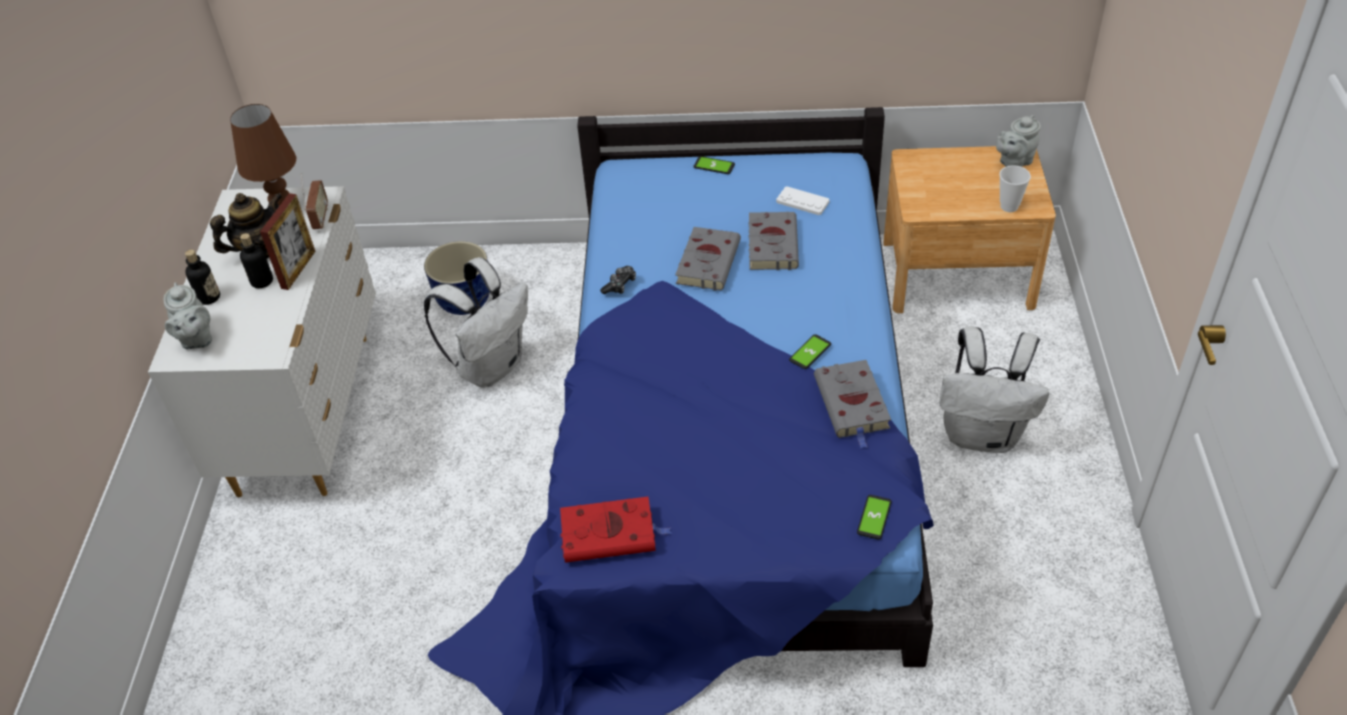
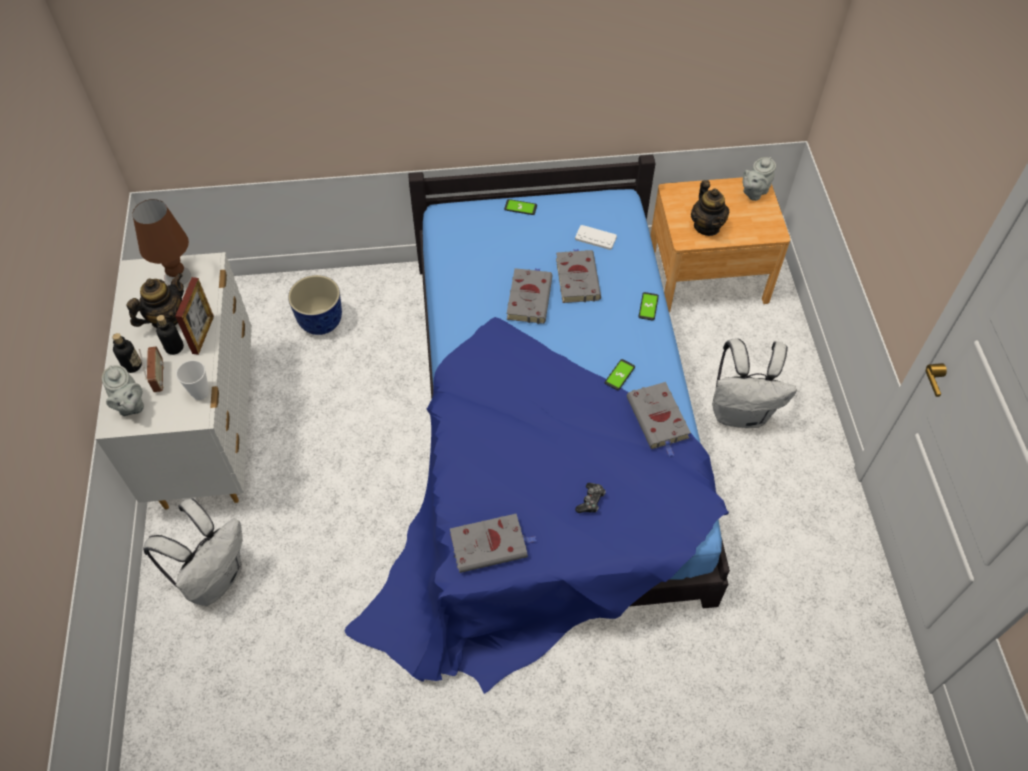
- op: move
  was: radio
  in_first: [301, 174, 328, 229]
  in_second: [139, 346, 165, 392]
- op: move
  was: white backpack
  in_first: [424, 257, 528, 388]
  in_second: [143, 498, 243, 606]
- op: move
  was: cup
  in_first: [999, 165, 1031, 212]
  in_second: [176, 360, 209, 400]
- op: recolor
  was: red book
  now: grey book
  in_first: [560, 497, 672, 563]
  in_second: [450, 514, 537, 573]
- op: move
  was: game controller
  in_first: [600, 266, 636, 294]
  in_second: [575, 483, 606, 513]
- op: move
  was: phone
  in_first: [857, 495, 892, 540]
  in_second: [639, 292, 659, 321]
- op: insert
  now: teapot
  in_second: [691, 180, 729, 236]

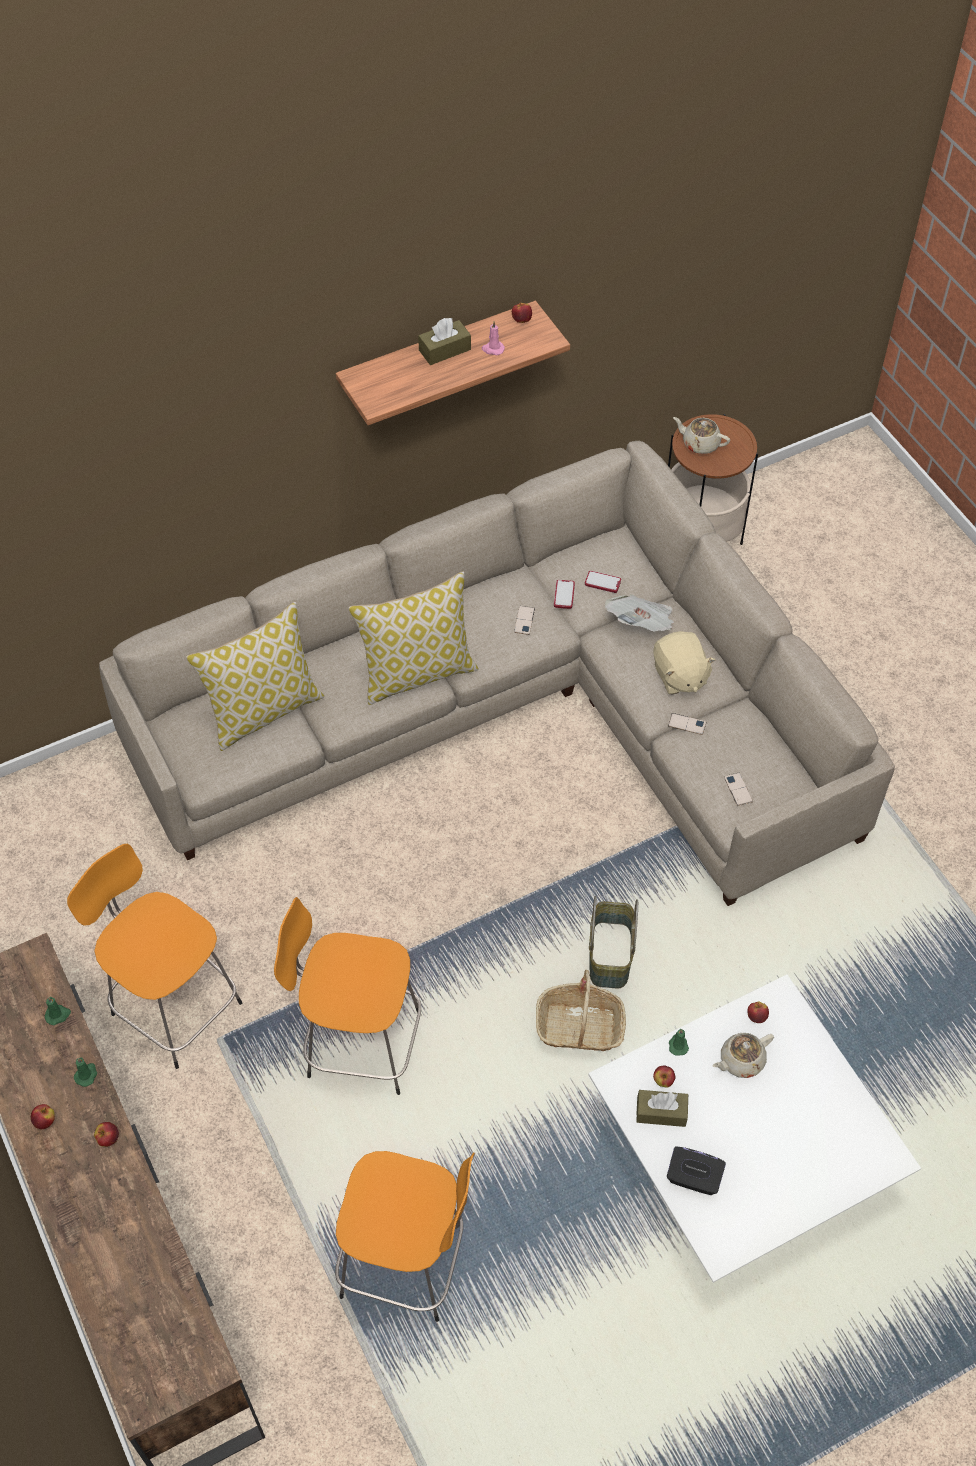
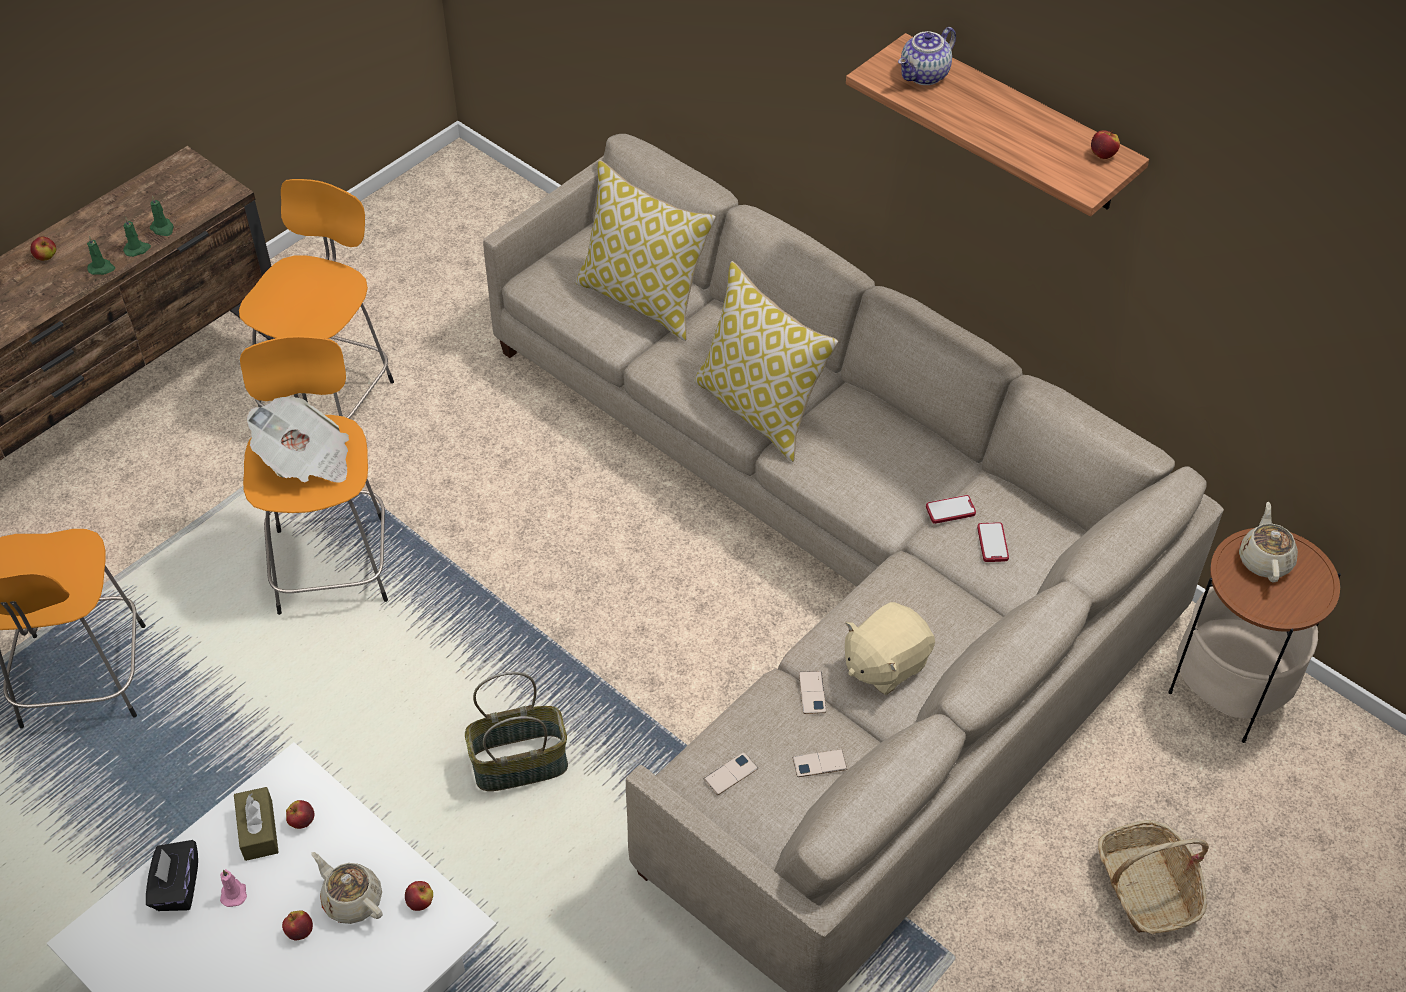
- op: move
  was: green candle
  in_first: [669, 1029, 689, 1056]
  in_second: [123, 218, 151, 257]
- op: move
  was: pink candle
  in_first: [481, 322, 505, 355]
  in_second: [220, 869, 247, 907]
- op: move
  was: newspaper
  in_first: [605, 594, 674, 632]
  in_second: [247, 397, 349, 483]
- op: move
  was: apple
  in_first: [94, 1122, 119, 1147]
  in_second: [282, 910, 313, 940]
- op: move
  was: phone
  in_first: [514, 606, 535, 635]
  in_second: [793, 749, 847, 777]
- op: insert
  now: teapot
  in_second: [898, 27, 956, 85]
- op: move
  was: basket
  in_first: [536, 970, 626, 1051]
  in_second: [1098, 820, 1209, 935]
- op: delete
  was: brown tissue box
  in_first: [418, 318, 471, 365]

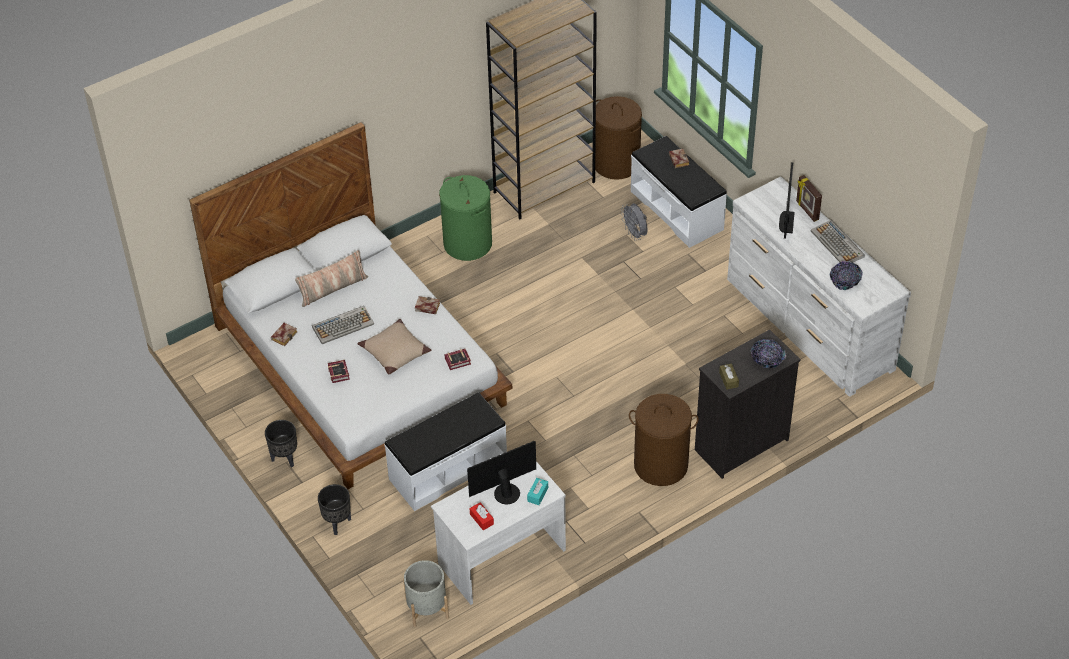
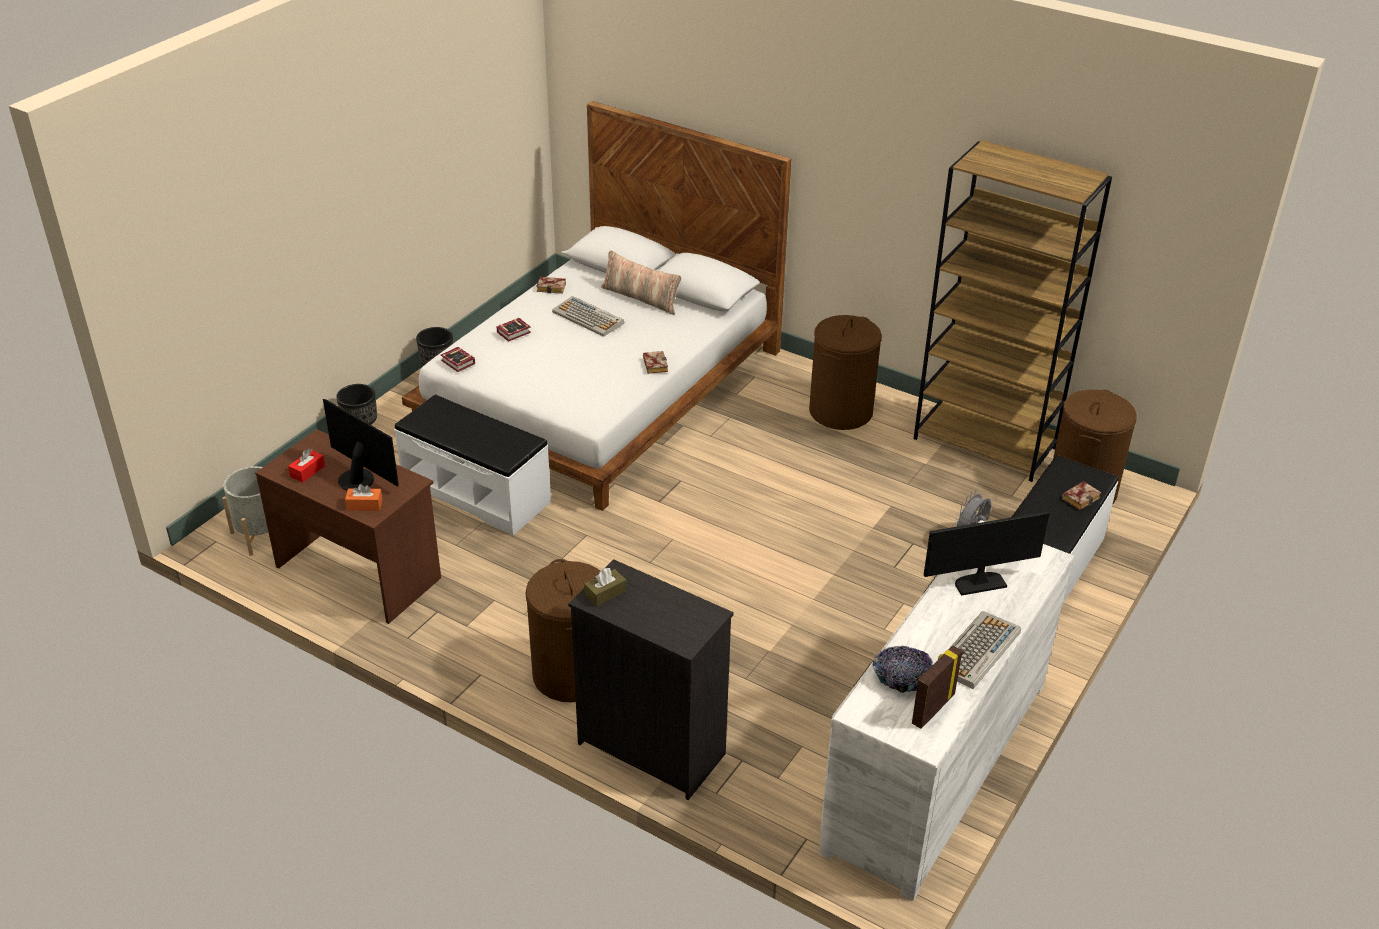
- op: recolor
  was: white desk
  now: brown desk
  in_first: [431, 461, 566, 605]
  in_second: [255, 429, 441, 624]
- op: recolor
  was: turquoise tissue box
  now: orange tissue box
  in_first: [527, 478, 548, 505]
  in_second: [345, 484, 383, 511]
- op: move
  was: book
  in_first: [444, 349, 471, 370]
  in_second: [441, 347, 475, 372]
- op: recolor
  was: green laundry basket
  now: brown laundry basket
  in_first: [439, 175, 492, 261]
  in_second: [809, 315, 882, 430]
- op: move
  was: picture frame
  in_first: [796, 175, 822, 222]
  in_second: [912, 646, 962, 729]
- op: delete
  was: beige pillow
  in_first: [357, 319, 431, 374]
- op: delete
  was: bowl
  in_first: [751, 339, 786, 369]

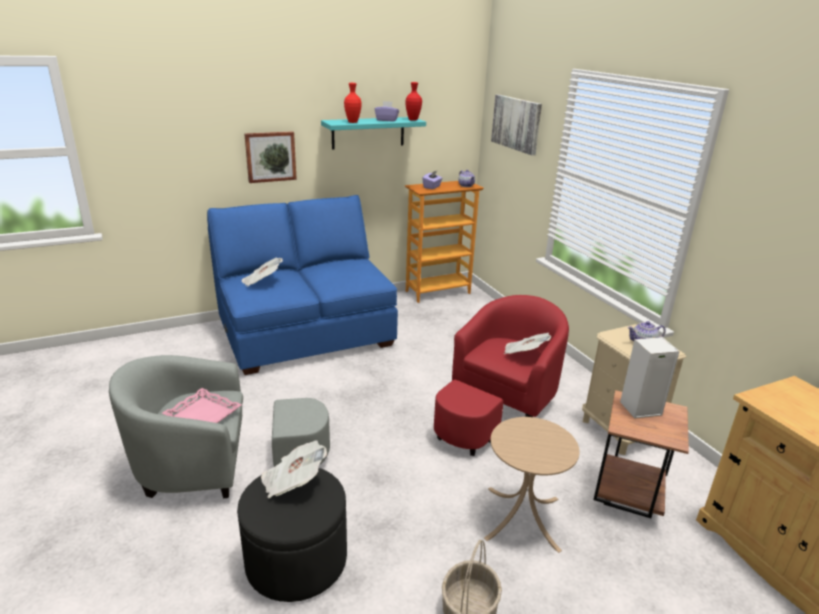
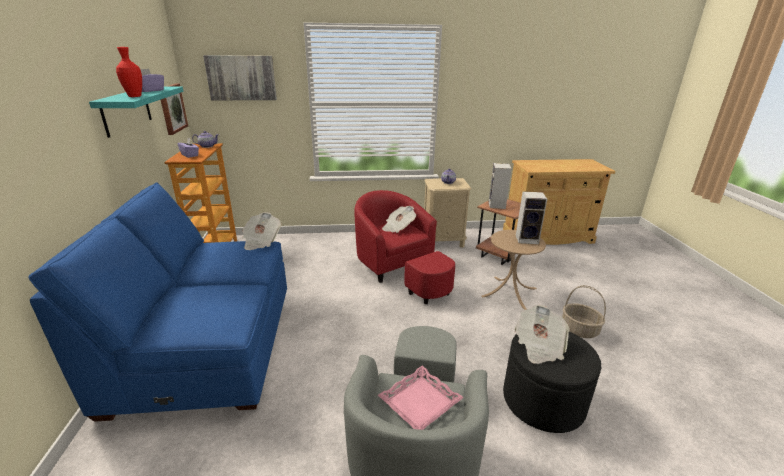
- op: move
  was: picture
  in_first: [244, 131, 297, 183]
  in_second: [161, 84, 188, 135]
- op: move
  was: newspaper
  in_first: [241, 258, 283, 287]
  in_second: [242, 212, 281, 250]
- op: insert
  now: speaker
  in_second: [516, 192, 547, 244]
- op: delete
  was: red vase
  in_first: [405, 82, 422, 121]

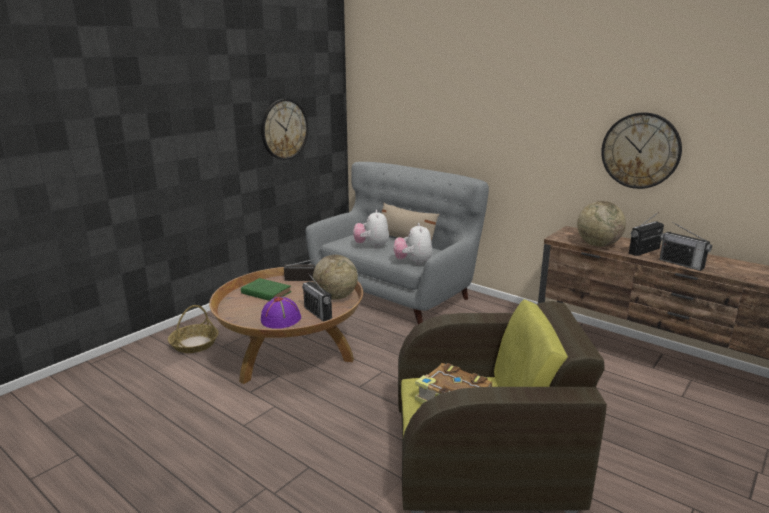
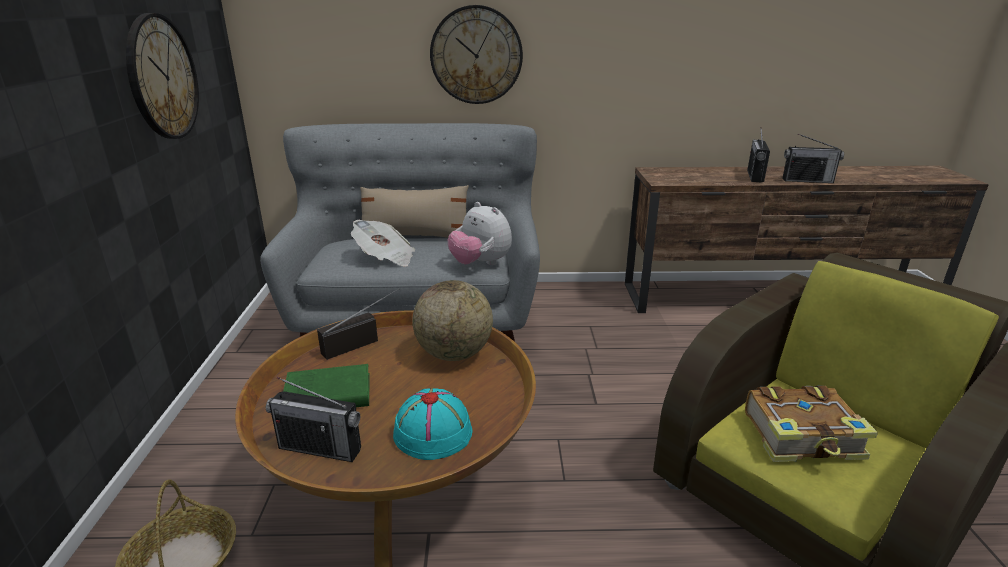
- op: move
  was: radio
  in_first: [302, 273, 332, 322]
  in_second: [266, 377, 361, 462]
- op: replace
  was: plush toy
  now: newspaper
  in_first: [353, 210, 389, 249]
  in_second: [351, 220, 415, 266]
- op: recolor
  was: purple hat
  now: turquoise hat
  in_first: [261, 297, 301, 329]
  in_second: [393, 388, 473, 460]
- op: move
  was: wall clock
  in_first: [601, 112, 682, 189]
  in_second: [430, 5, 523, 104]
- op: delete
  was: globe
  in_first: [577, 201, 626, 247]

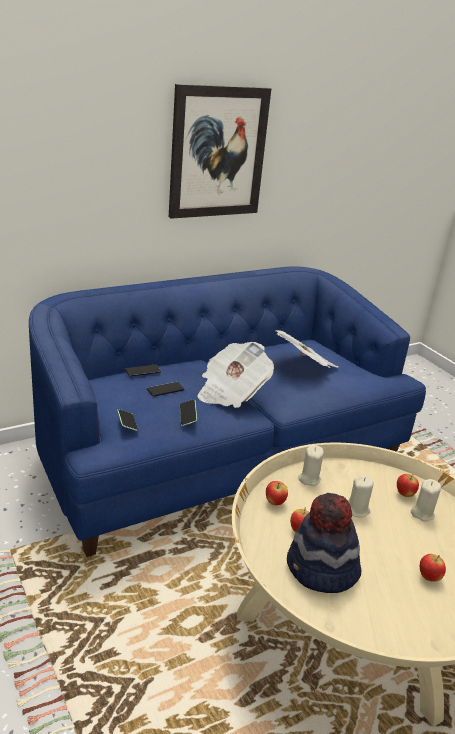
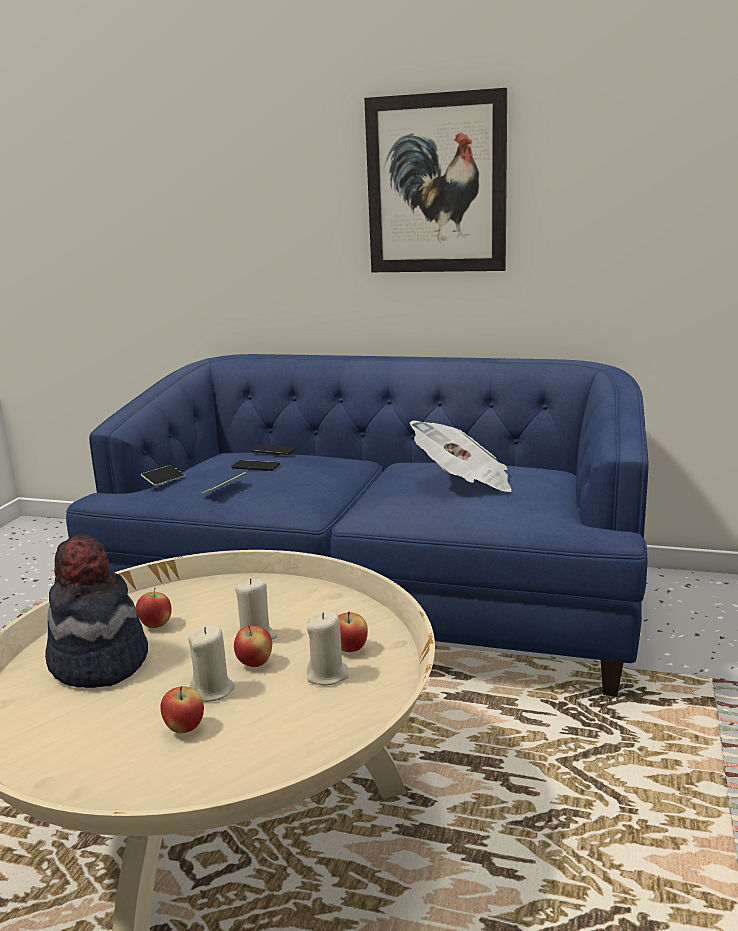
- op: move
  was: beige candle
  in_first: [299, 445, 324, 486]
  in_second: [188, 625, 235, 702]
- op: move
  was: apple
  in_first: [266, 481, 288, 505]
  in_second: [234, 625, 272, 667]
- op: delete
  was: newspaper
  in_first: [197, 342, 274, 408]

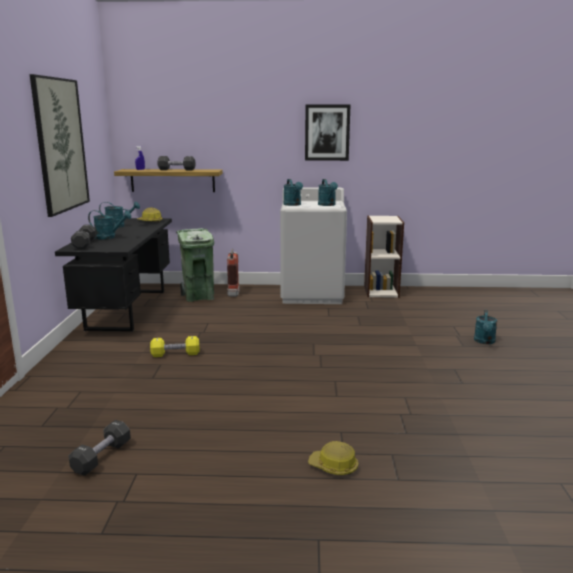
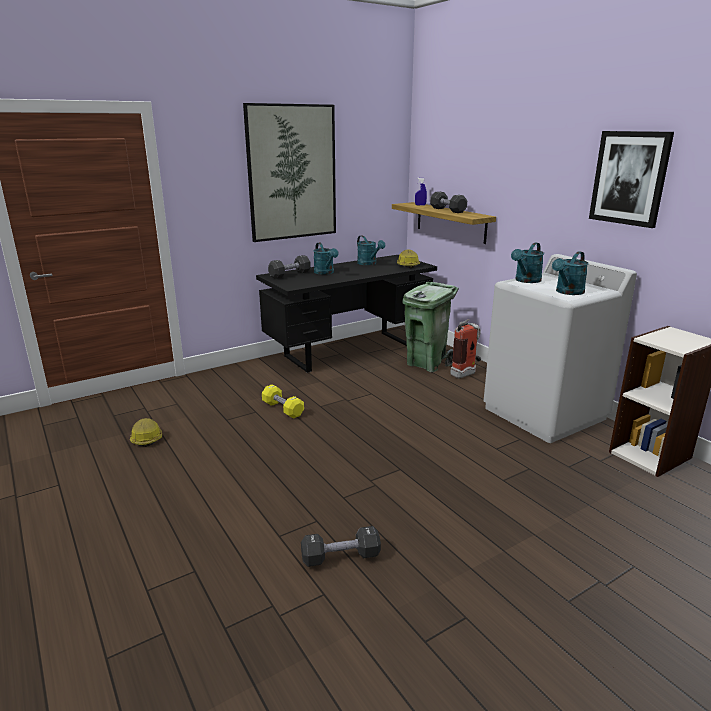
- op: move
  was: hard hat
  in_first: [308, 441, 358, 475]
  in_second: [130, 418, 162, 447]
- op: move
  was: black dumbbell
  in_first: [68, 420, 131, 476]
  in_second: [301, 526, 381, 567]
- op: delete
  was: turquoise watering can
  in_first: [474, 310, 497, 344]

